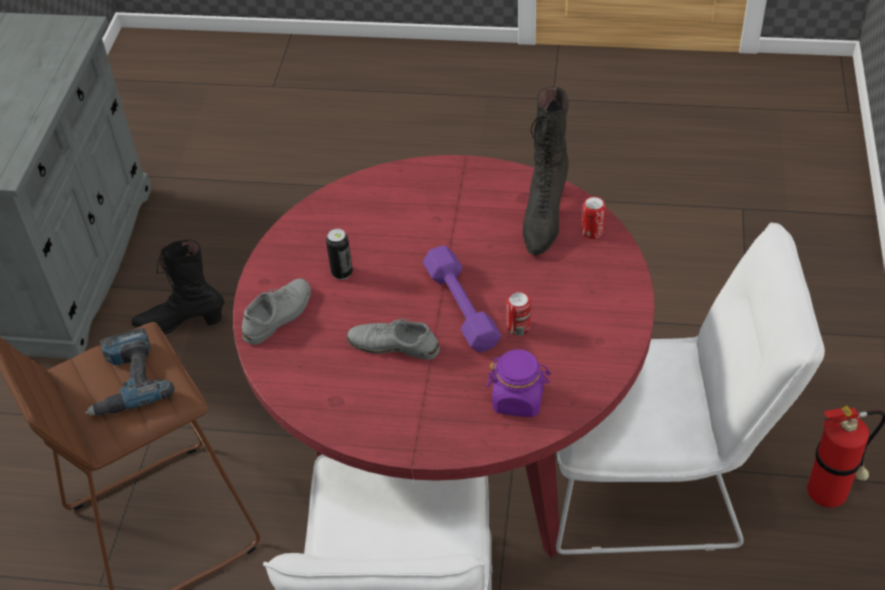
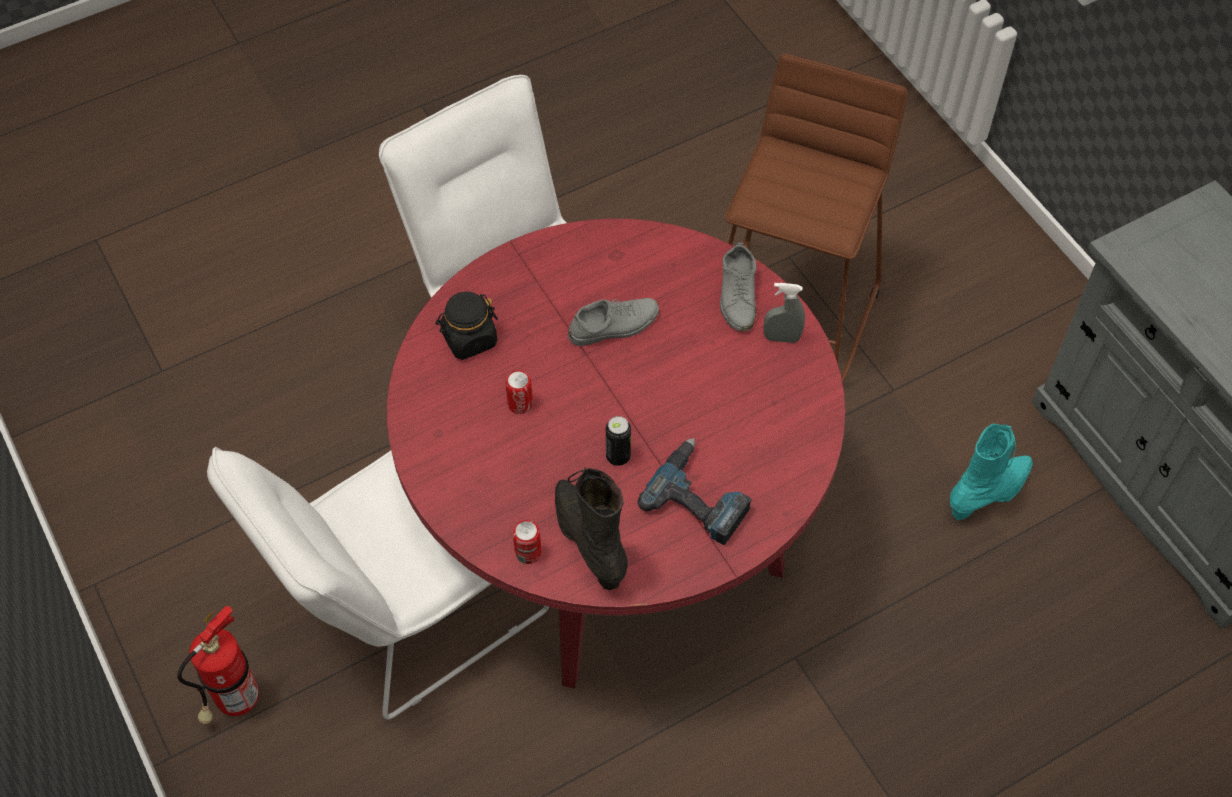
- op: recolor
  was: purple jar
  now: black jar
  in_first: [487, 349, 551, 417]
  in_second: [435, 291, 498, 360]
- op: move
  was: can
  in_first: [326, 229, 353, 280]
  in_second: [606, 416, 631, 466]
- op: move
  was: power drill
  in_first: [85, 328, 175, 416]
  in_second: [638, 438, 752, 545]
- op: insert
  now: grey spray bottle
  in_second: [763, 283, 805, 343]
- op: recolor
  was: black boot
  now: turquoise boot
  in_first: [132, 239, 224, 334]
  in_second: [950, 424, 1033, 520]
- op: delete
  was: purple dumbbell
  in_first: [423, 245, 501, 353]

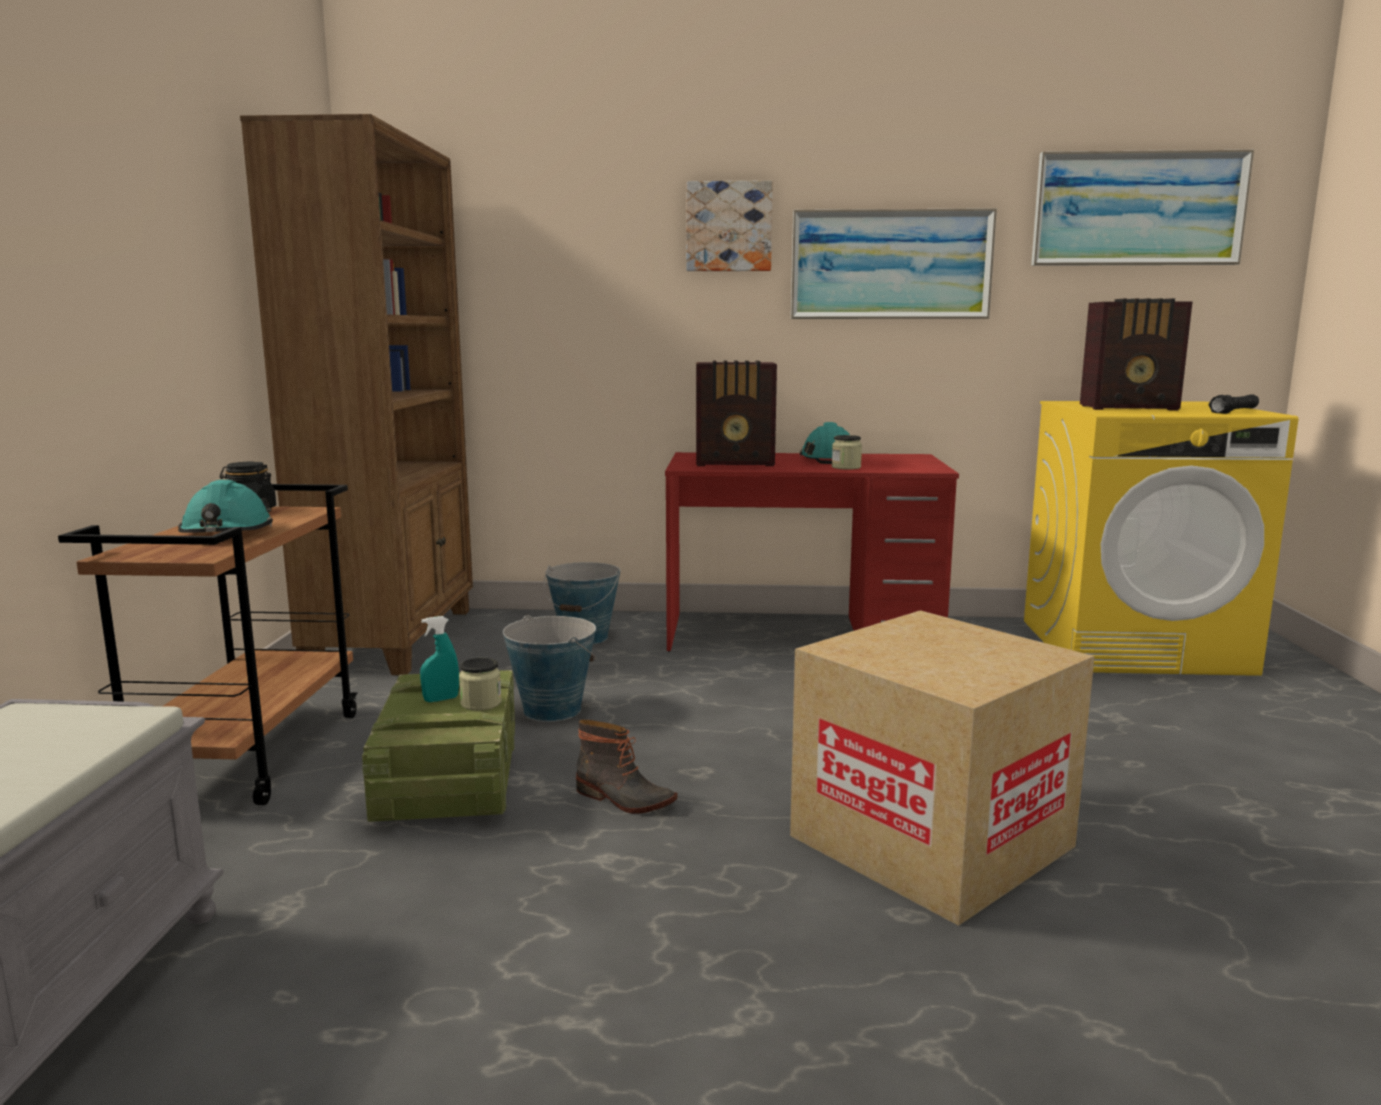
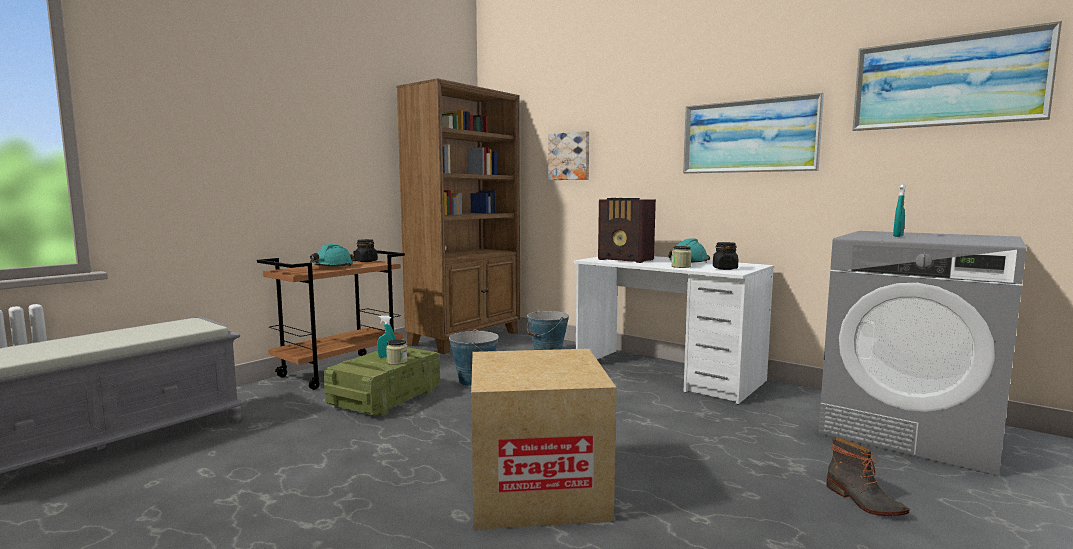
- op: move
  was: picture
  in_first: [686, 180, 773, 271]
  in_second: [548, 131, 589, 180]
- op: recolor
  was: red desk
  now: white desk
  in_first: [665, 452, 959, 652]
  in_second: [573, 256, 774, 404]
- op: insert
  now: black jar
  in_second: [713, 242, 738, 270]
- op: recolor
  was: yellow washing machine
  now: grey washing machine
  in_first: [1024, 401, 1298, 676]
  in_second: [818, 231, 1027, 477]
- op: move
  was: boot
  in_first: [576, 719, 677, 814]
  in_second: [826, 437, 910, 516]
- op: replace
  was: radio
  now: turquoise spray bottle
  in_first: [1080, 298, 1193, 410]
  in_second: [893, 185, 906, 237]
- op: delete
  was: black flashlight
  in_first: [1209, 394, 1259, 414]

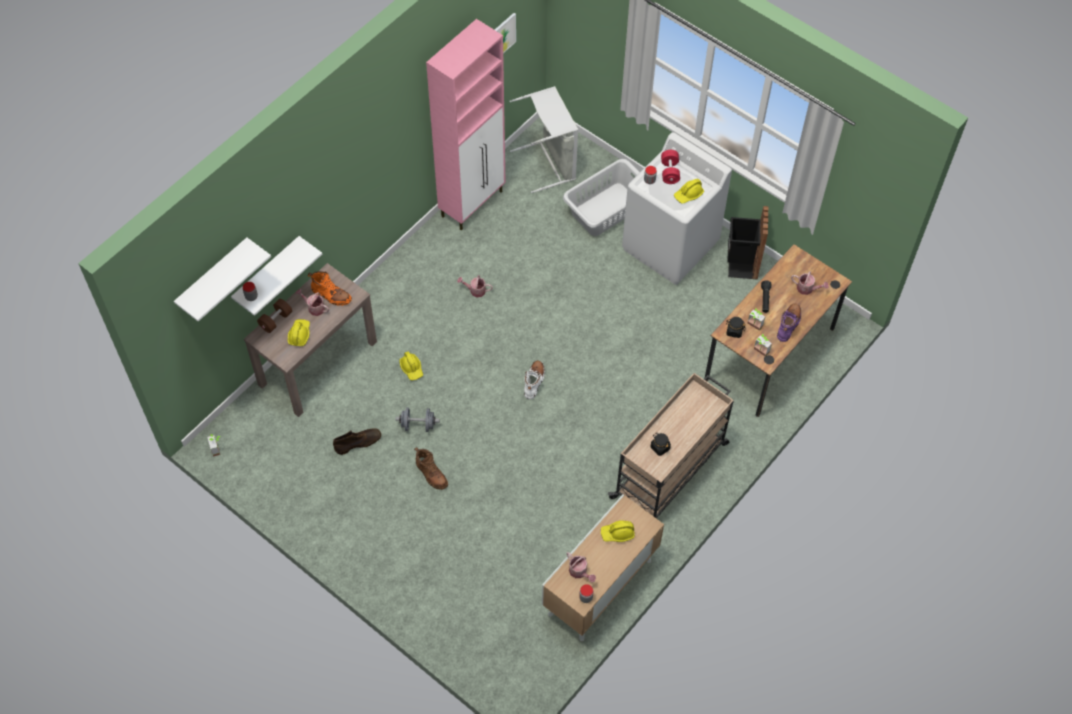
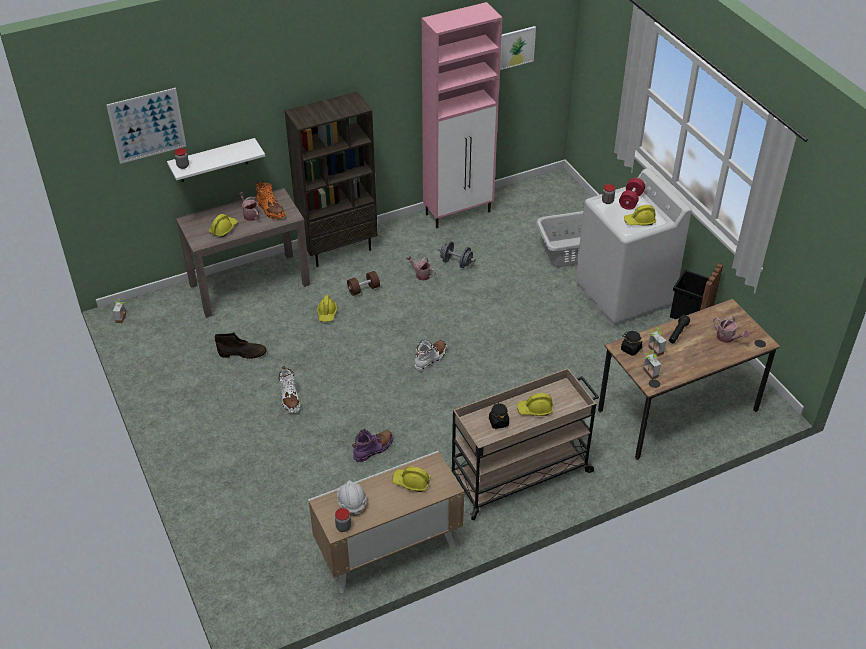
- op: replace
  was: white shelf
  now: picture
  in_first: [174, 237, 271, 321]
  in_second: [106, 88, 186, 164]
- op: recolor
  was: brown boot
  now: white boot
  in_first: [414, 447, 448, 490]
  in_second: [278, 366, 300, 413]
- op: insert
  now: brown bookcase
  in_second: [284, 91, 378, 267]
- op: replace
  was: watering can
  now: white hard hat
  in_first: [566, 552, 596, 582]
  in_second: [337, 480, 367, 516]
- op: move
  was: brown dumbbell
  in_first: [257, 299, 292, 333]
  in_second: [347, 271, 380, 296]
- op: move
  was: purple boot
  in_first: [777, 304, 801, 342]
  in_second: [352, 429, 394, 462]
- op: move
  was: grey dumbbell
  in_first: [395, 407, 440, 432]
  in_second: [438, 241, 476, 268]
- op: insert
  now: yellow hard hat
  in_second: [517, 393, 553, 416]
- op: delete
  was: grey laundry basket
  in_first: [509, 86, 578, 193]

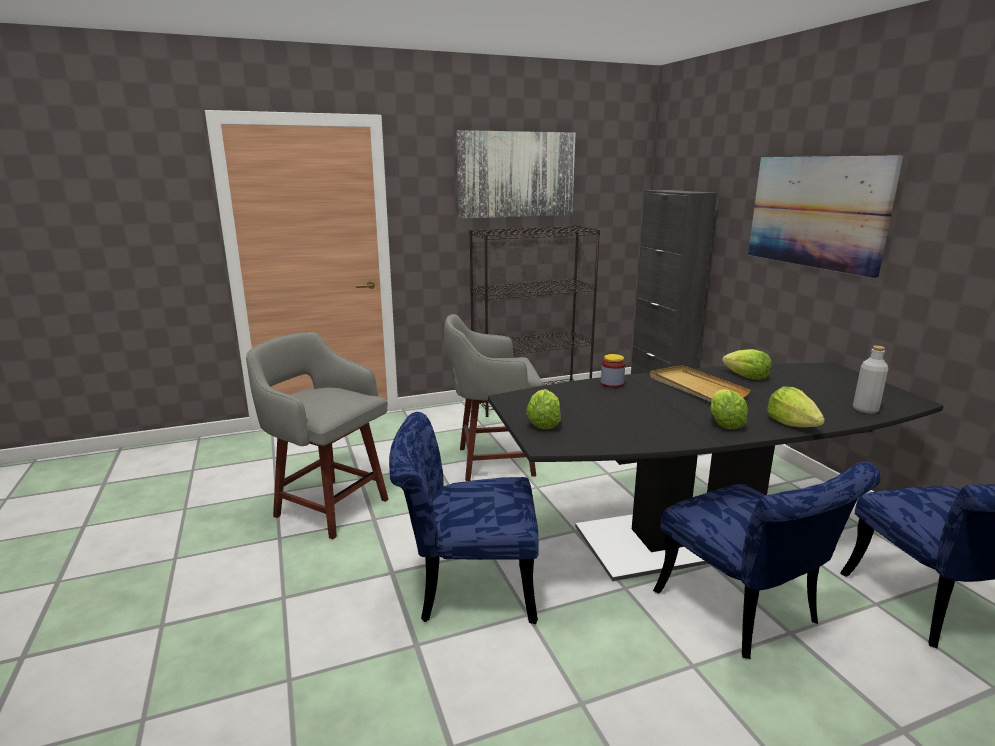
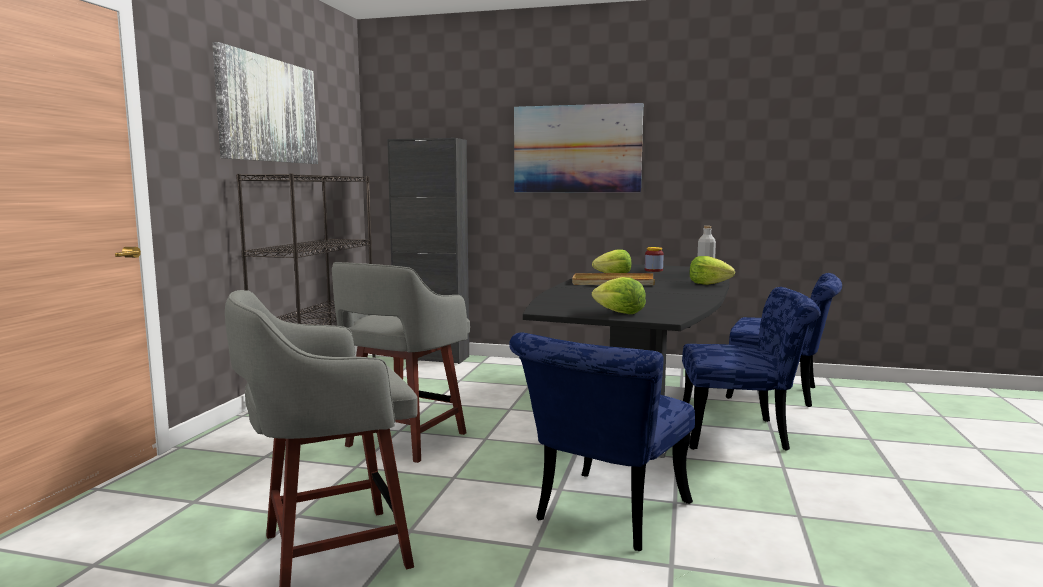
- op: move
  was: jar
  in_first: [601, 354, 625, 388]
  in_second: [645, 247, 664, 272]
- op: delete
  was: lettuce
  in_first: [710, 389, 748, 429]

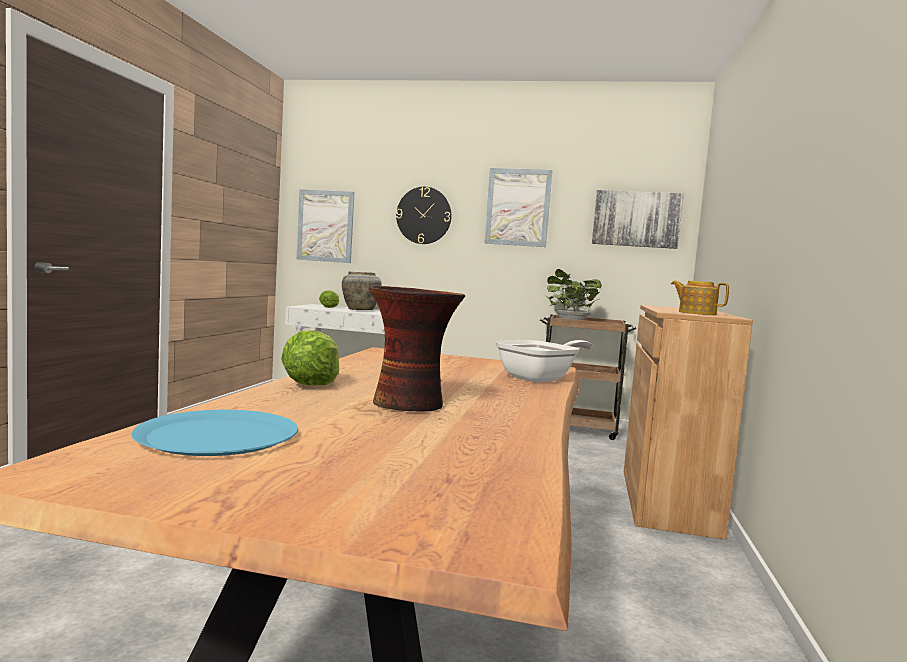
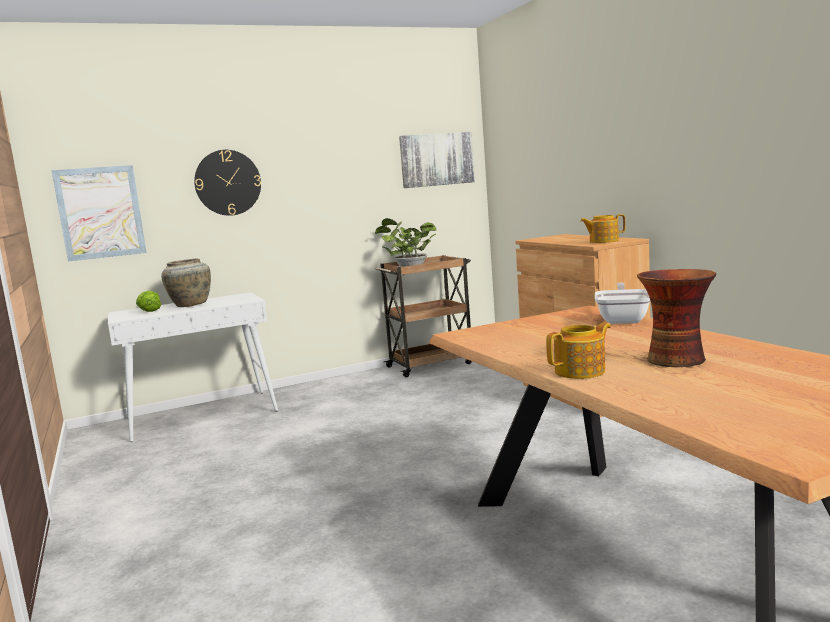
- op: replace
  was: lettuce
  now: teapot
  in_first: [281, 331, 339, 386]
  in_second: [546, 323, 611, 379]
- op: delete
  was: blue plate
  in_first: [132, 410, 298, 456]
- op: delete
  was: picture
  in_first: [485, 168, 552, 247]

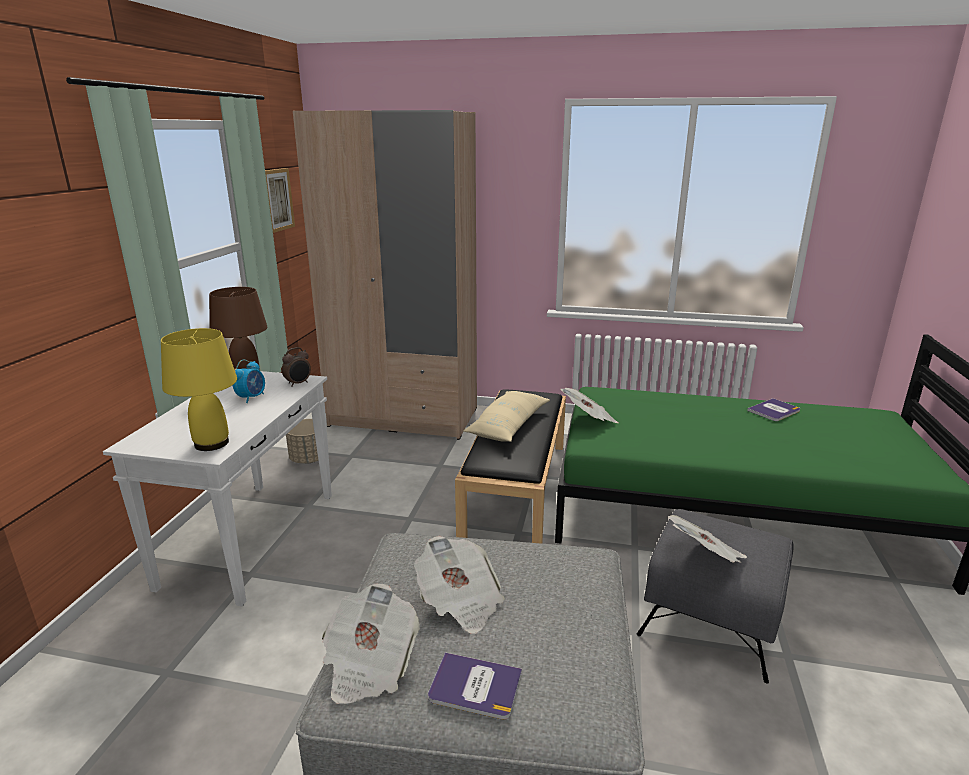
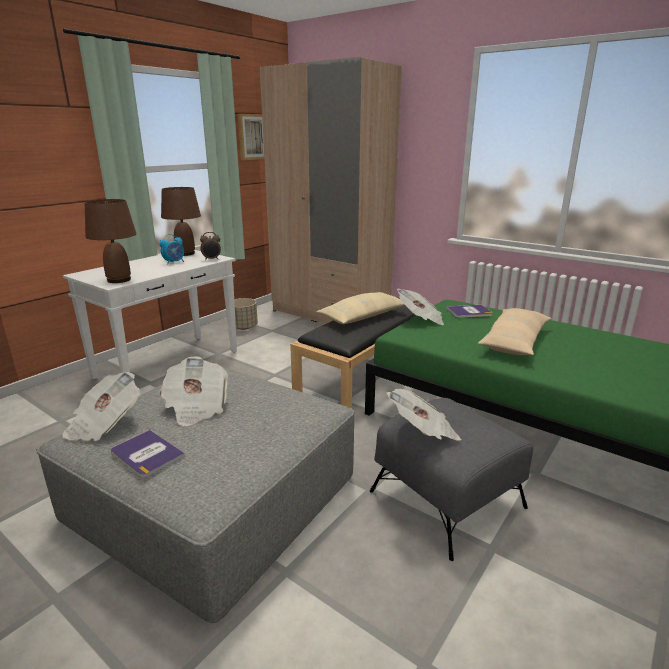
- op: recolor
  was: yellow table lamp
  now: brown table lamp
  in_first: [161, 328, 237, 451]
  in_second: [85, 199, 136, 283]
- op: move
  was: book
  in_first: [747, 398, 800, 421]
  in_second: [446, 305, 492, 318]
- op: insert
  now: beige pillow
  in_second: [478, 308, 552, 355]

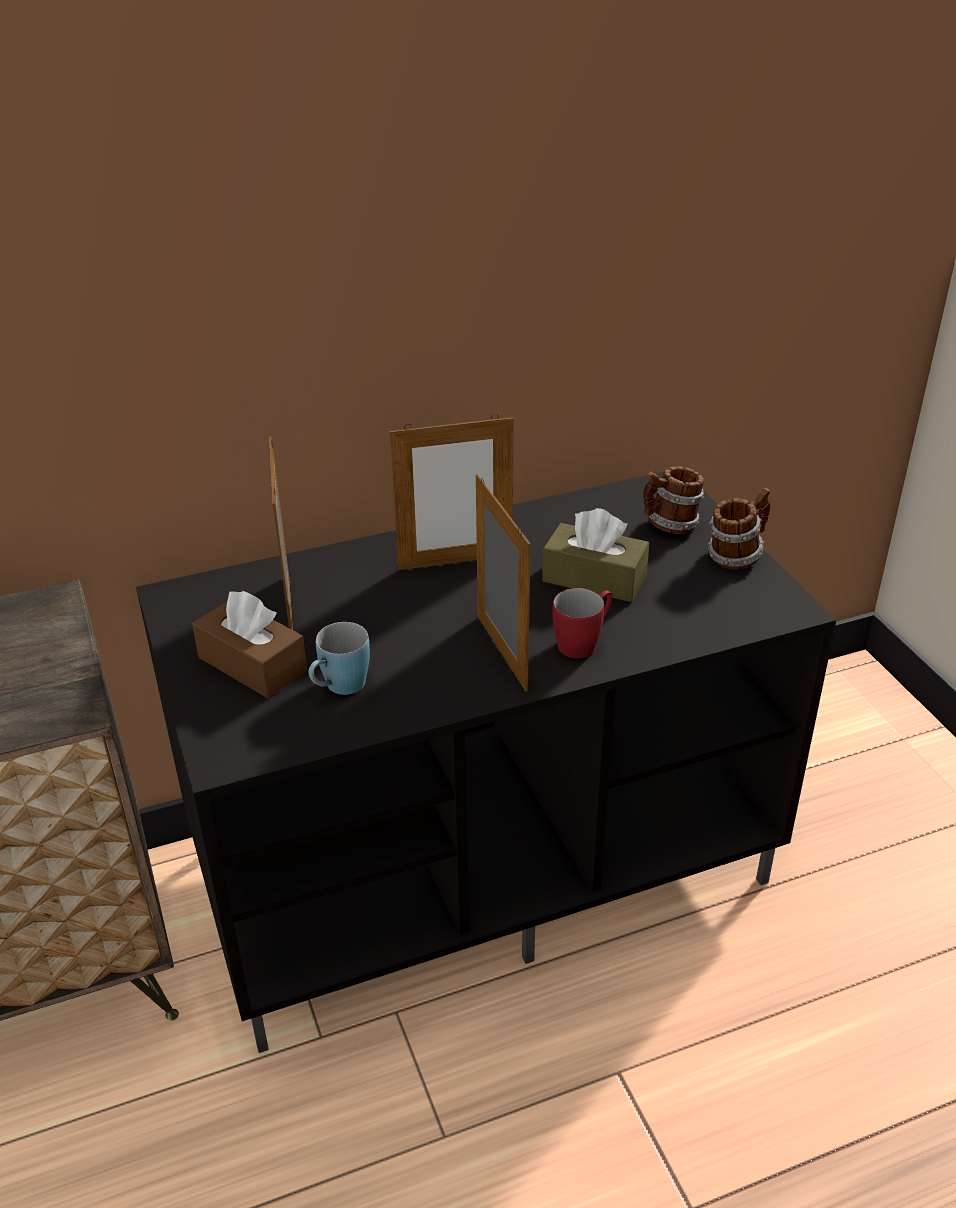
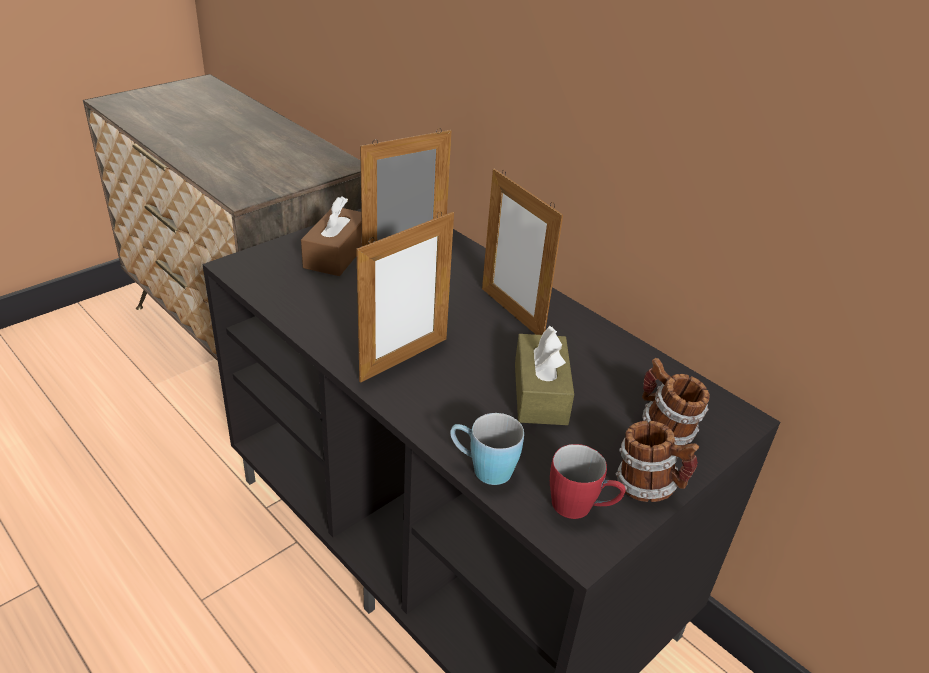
- op: move
  was: blue mug
  in_first: [309, 622, 370, 695]
  in_second: [450, 413, 524, 485]
- op: move
  was: red mug
  in_first: [552, 588, 612, 658]
  in_second: [550, 444, 626, 519]

